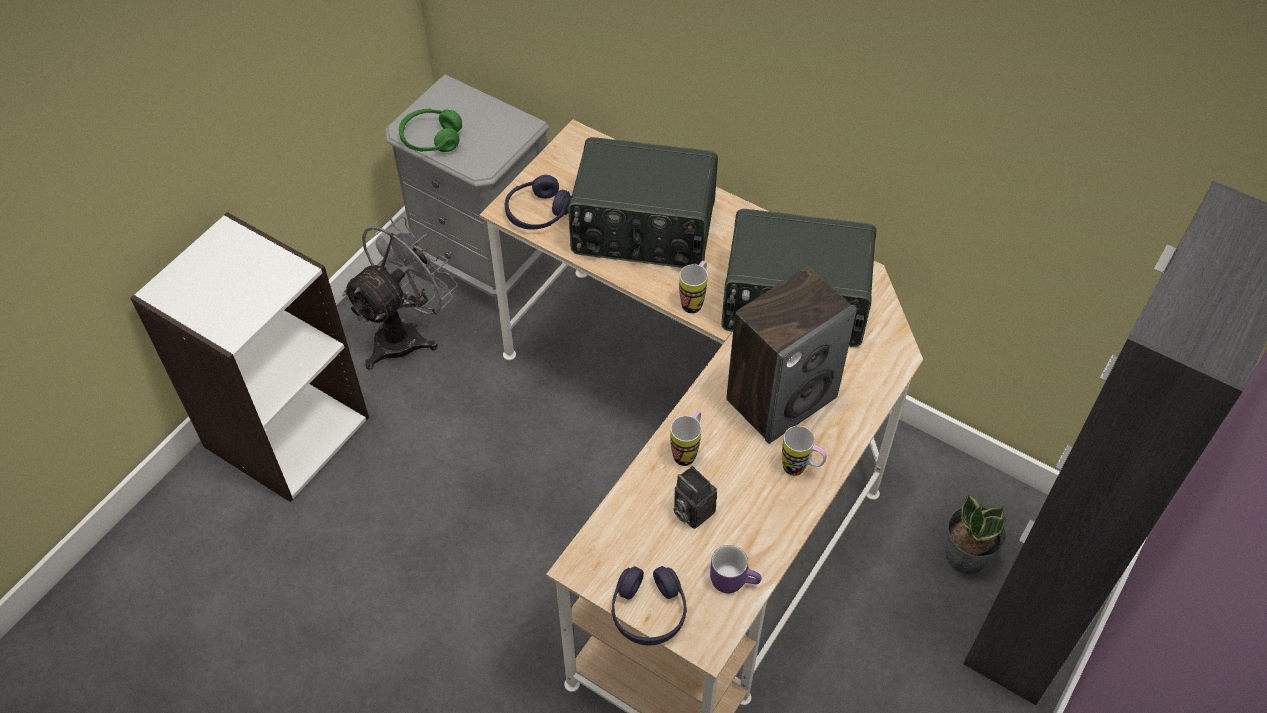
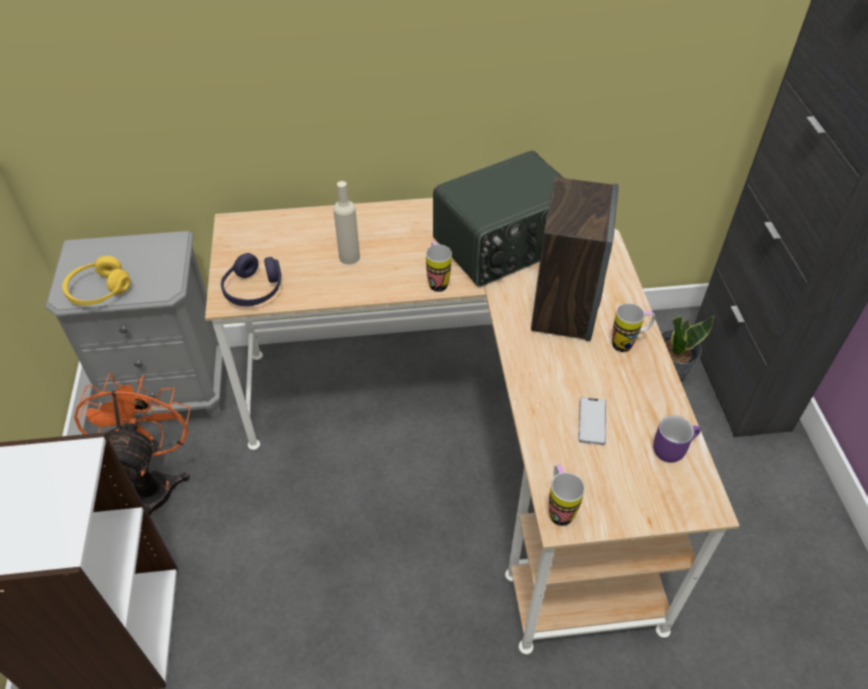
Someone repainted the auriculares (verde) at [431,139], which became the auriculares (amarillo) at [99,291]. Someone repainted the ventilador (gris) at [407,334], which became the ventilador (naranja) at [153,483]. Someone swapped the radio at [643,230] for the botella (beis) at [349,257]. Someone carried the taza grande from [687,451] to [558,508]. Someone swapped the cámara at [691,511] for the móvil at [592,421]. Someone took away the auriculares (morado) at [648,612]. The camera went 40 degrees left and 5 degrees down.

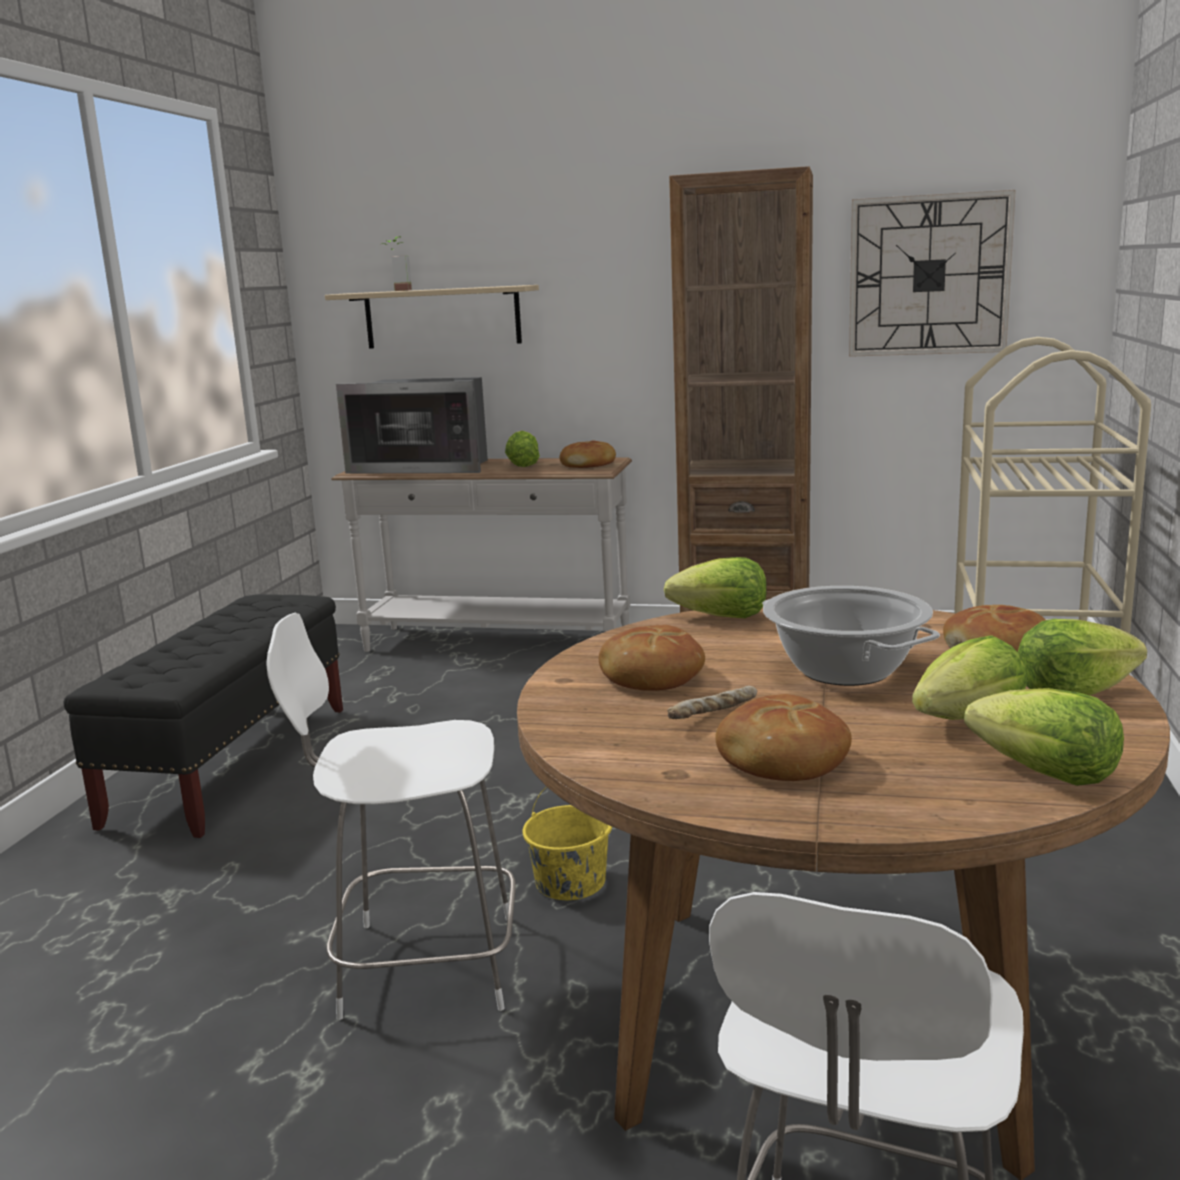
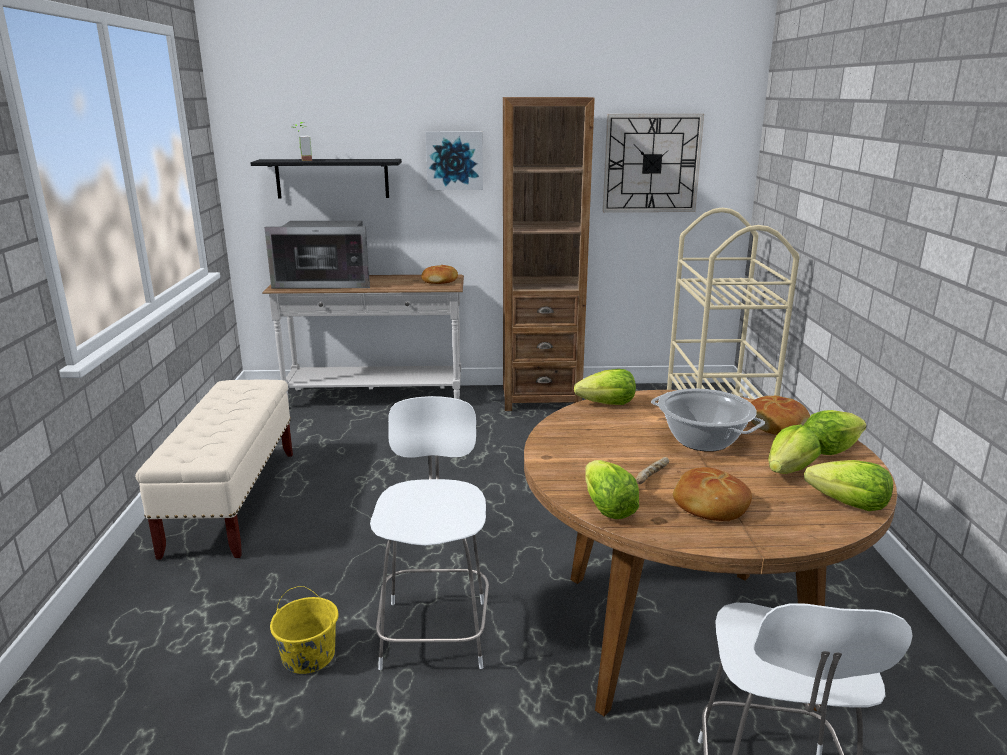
Someone repainted the banco (negro) at [232,764], which became the banco (beis) at [233,501]. Someone repainted the estante (beis) at [442,317], which became the estante (negro) at [332,178]. Someone carried the cubo (amarillo) from [570,882] to [308,656]. Someone rotated the silla (blanco) at [421,965] by 105 degrees clockwise. Someone put up the cuadro at [454,160]. Someone carried the lechuga from [523,465] to [607,508]. Someone took away the pan at [651,676]. The camera went 15 degrees left and 5 degrees up.

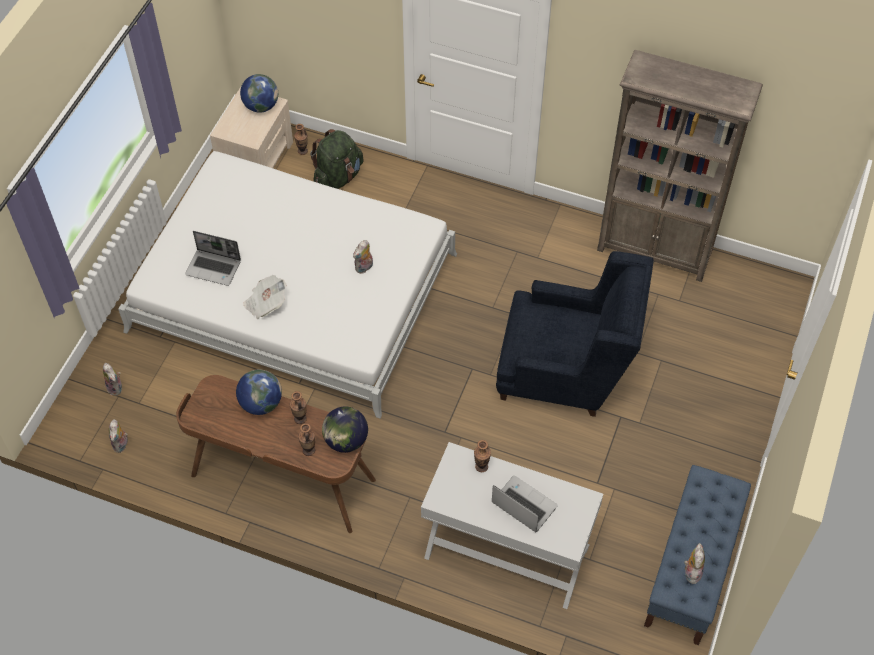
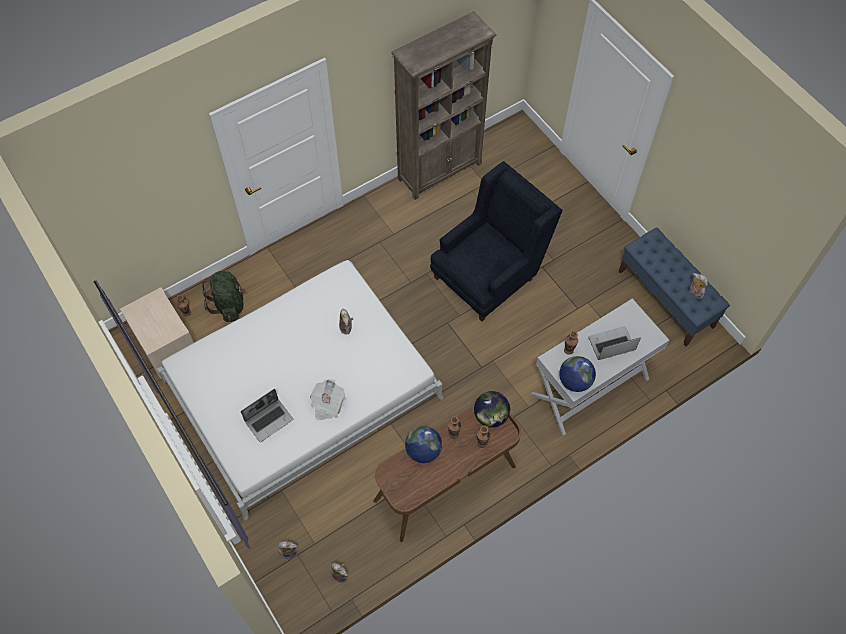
Someone carried the globo terráqueo from [261,106] to [574,381]. The camera went 55 degrees left and 5 degrees up.

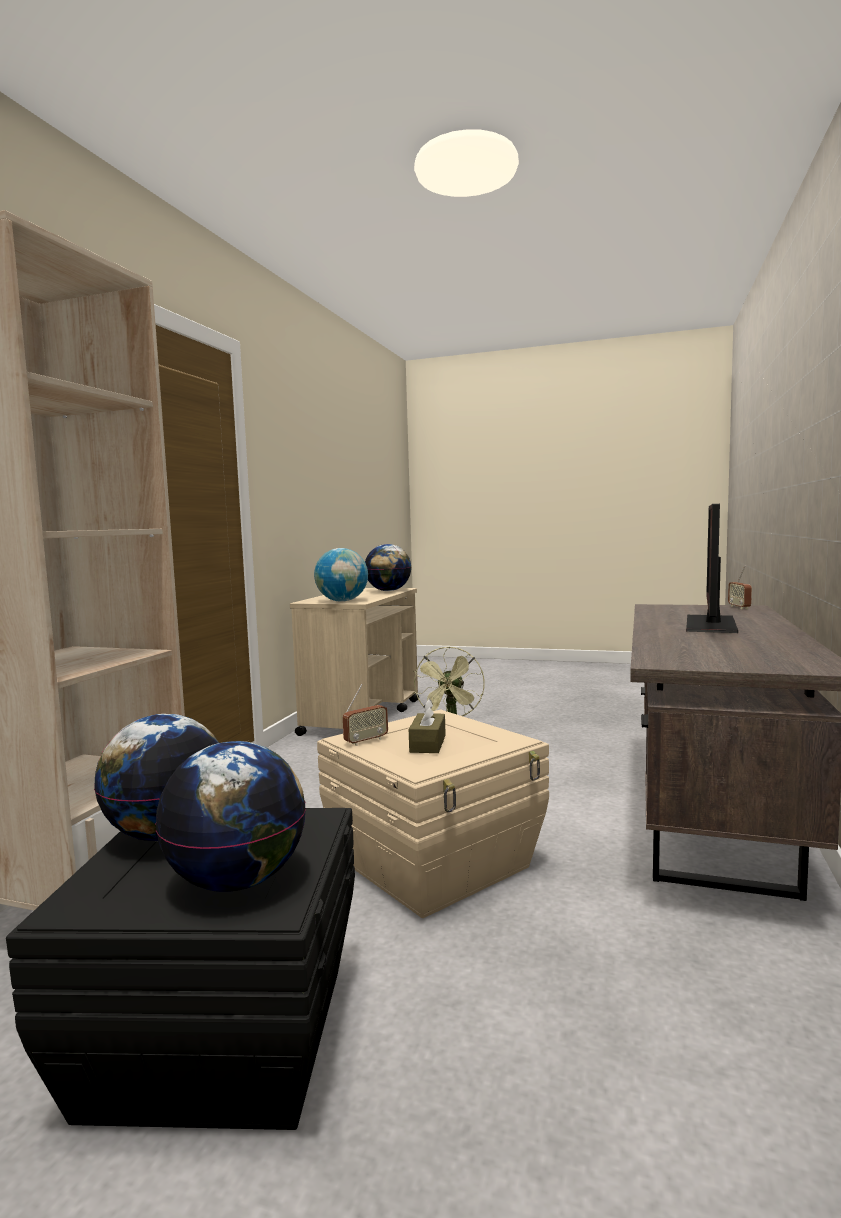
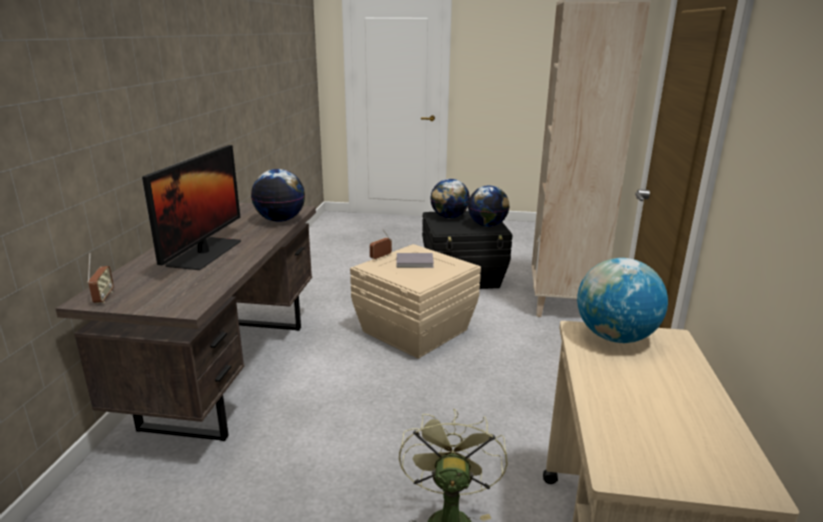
Someone carried the globo terráqueo from [388,591] to [280,220]. Someone carried the radio from [366,741] to [381,257]. Someone swapped the caja de pañuelos (marrón) at [428,744] for the libro (gris) at [415,262]. The camera went 170 degrees right and 15 degrees up.

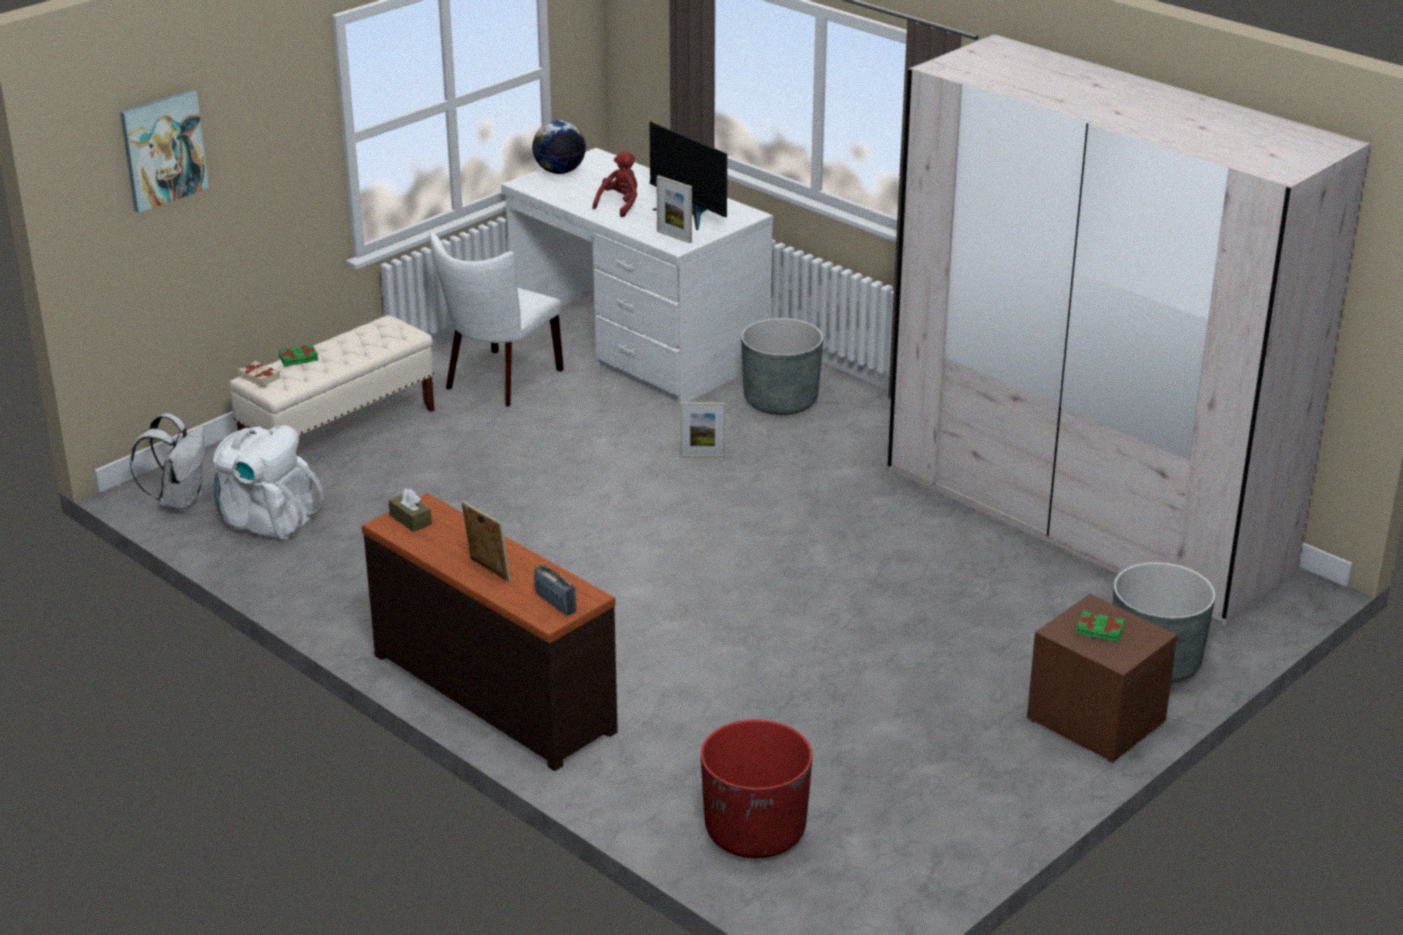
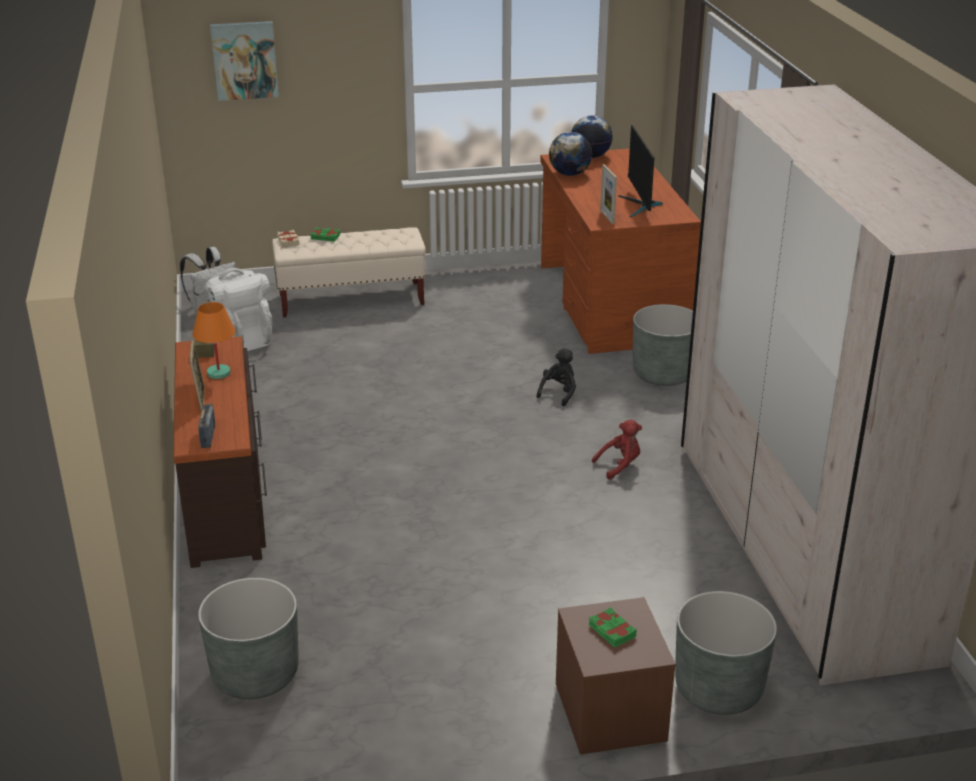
Someone put down the lámpara de mesa (naranja) at [219,373]. Someone repainted the maceta (rojo) at [755,831], which became the maceta (gris) at [255,674]. Someone swapped the portarretratos at [702,456] for the peluche (negro) at [559,393]. Someone repainted the escritorio (blanco) at [638,344], which became the escritorio (marrón) at [610,304]. Someone put down the globo terráqueo at [569,174]. Someone carried the peluche (rojo) from [620,205] to [620,465]. Someone took away the silla (blanco) at [499,381]. The camera went 35 degrees right and 0 degrees up.

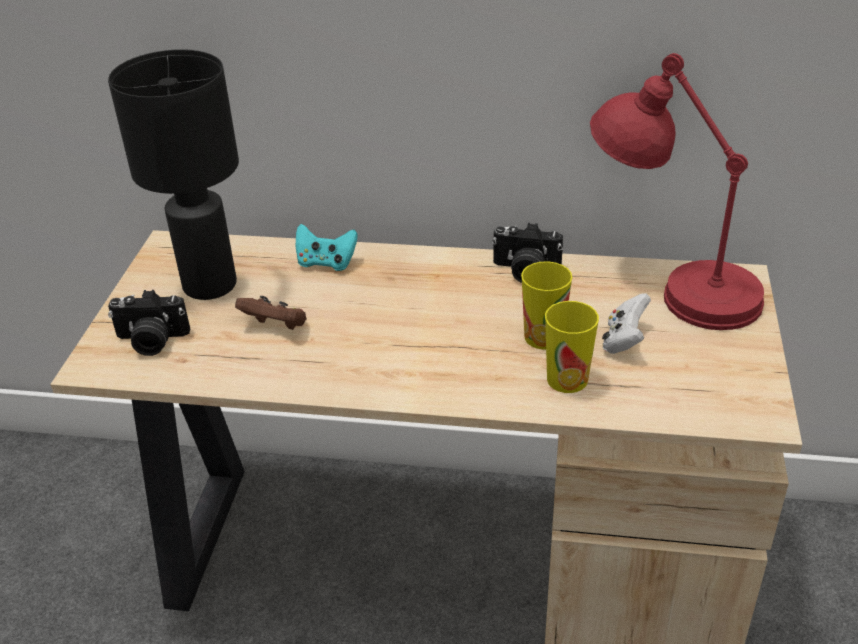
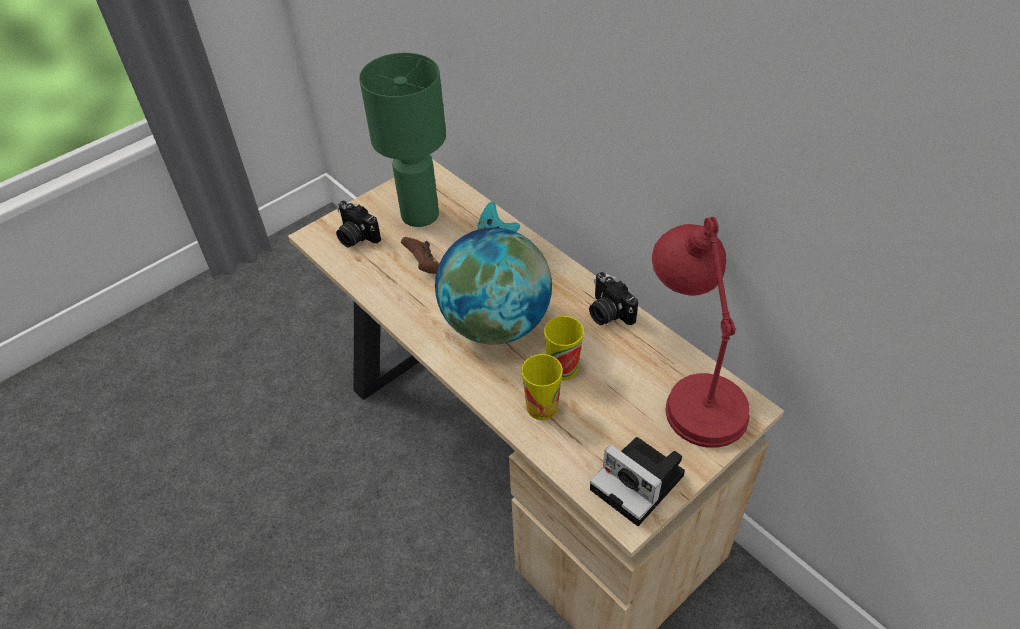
Someone repainted the lámpara de mesa (negro) at [211,285], which became the lámpara de mesa (verde) at [420,216]. Someone put down the globo terráqueo at [496,324]. Someone put down the cámara at [640,483]. Someone took away the mando de consola (blanco) at [624,341]. The camera went 40 degrees right and 10 degrees up.

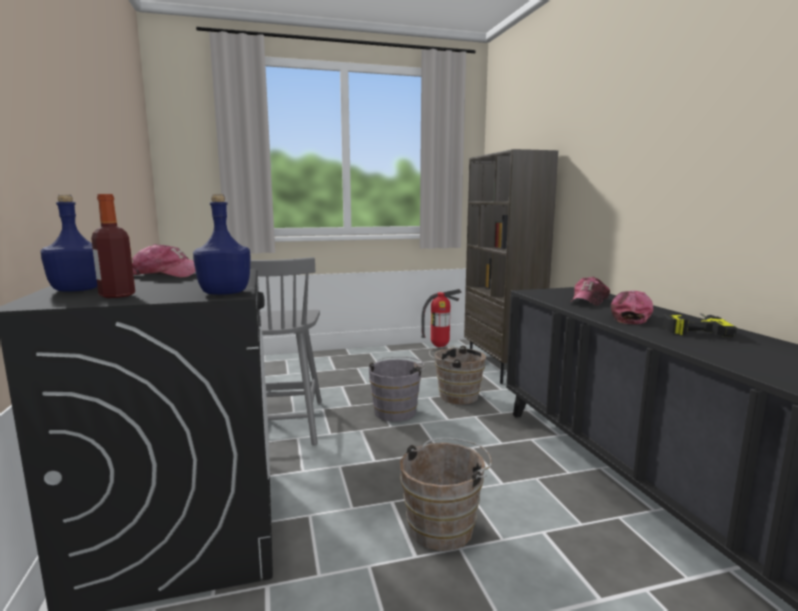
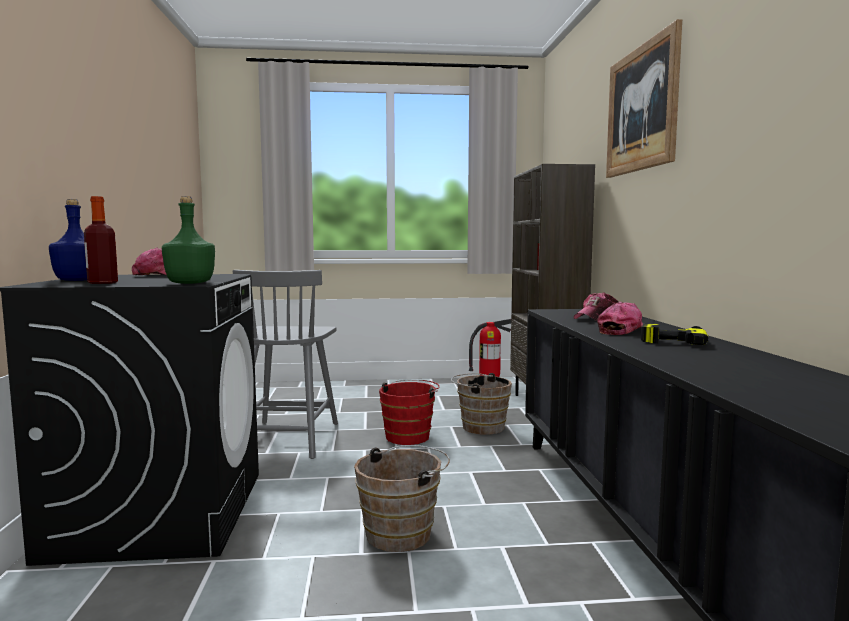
Someone repainted the botella (azul) at [224,293], which became the botella (verde) at [189,283]. Someone repainted the cubo (gris) at [396,411], which became the cubo (rojo) at [410,436]. Someone put up the cuadro at [641,109]. The camera went 10 degrees right and 5 degrees down.

